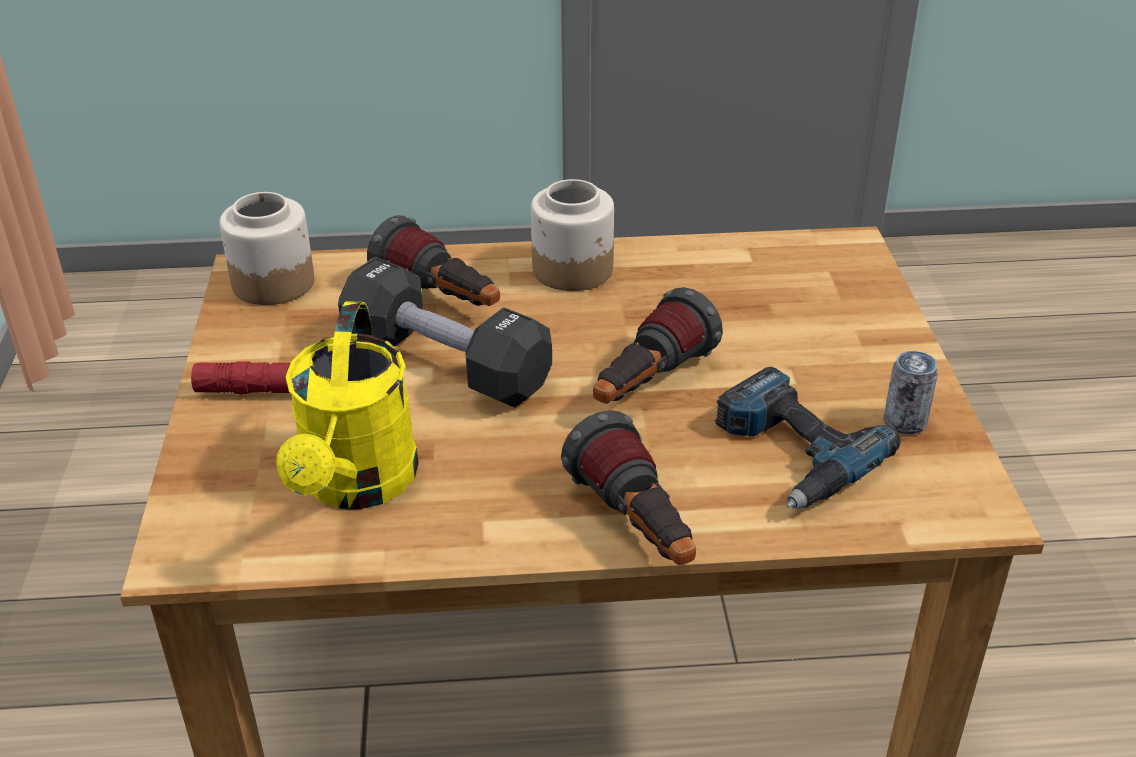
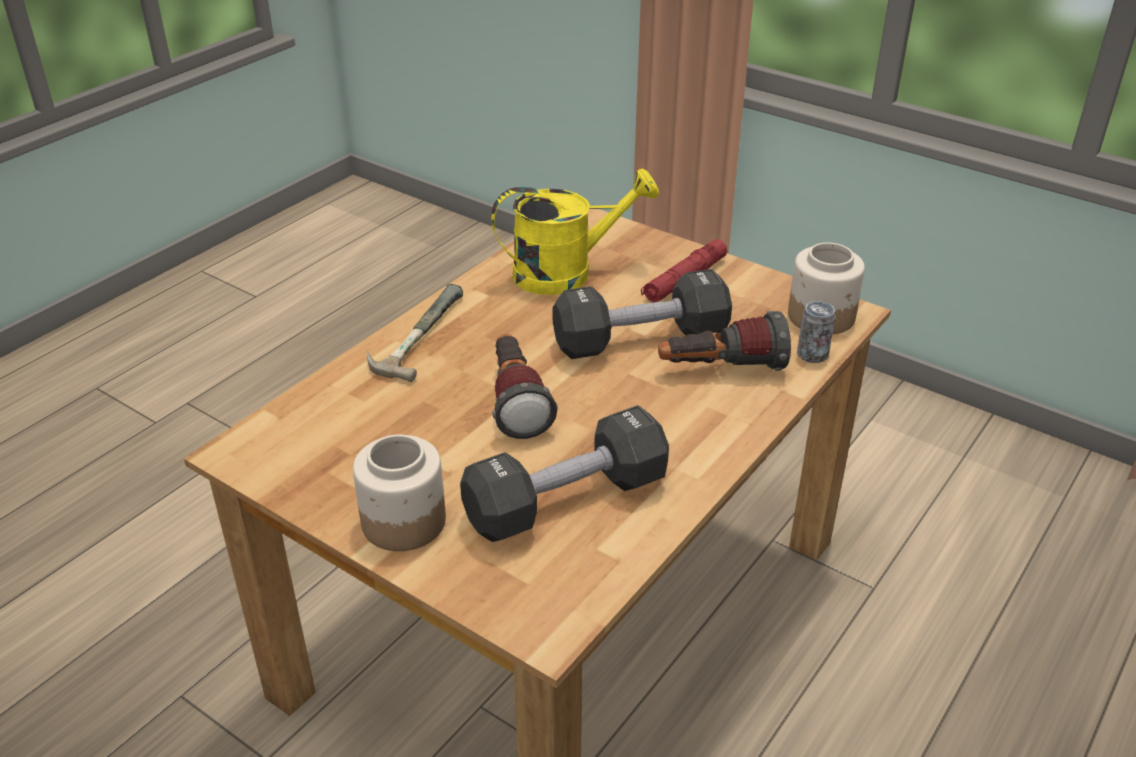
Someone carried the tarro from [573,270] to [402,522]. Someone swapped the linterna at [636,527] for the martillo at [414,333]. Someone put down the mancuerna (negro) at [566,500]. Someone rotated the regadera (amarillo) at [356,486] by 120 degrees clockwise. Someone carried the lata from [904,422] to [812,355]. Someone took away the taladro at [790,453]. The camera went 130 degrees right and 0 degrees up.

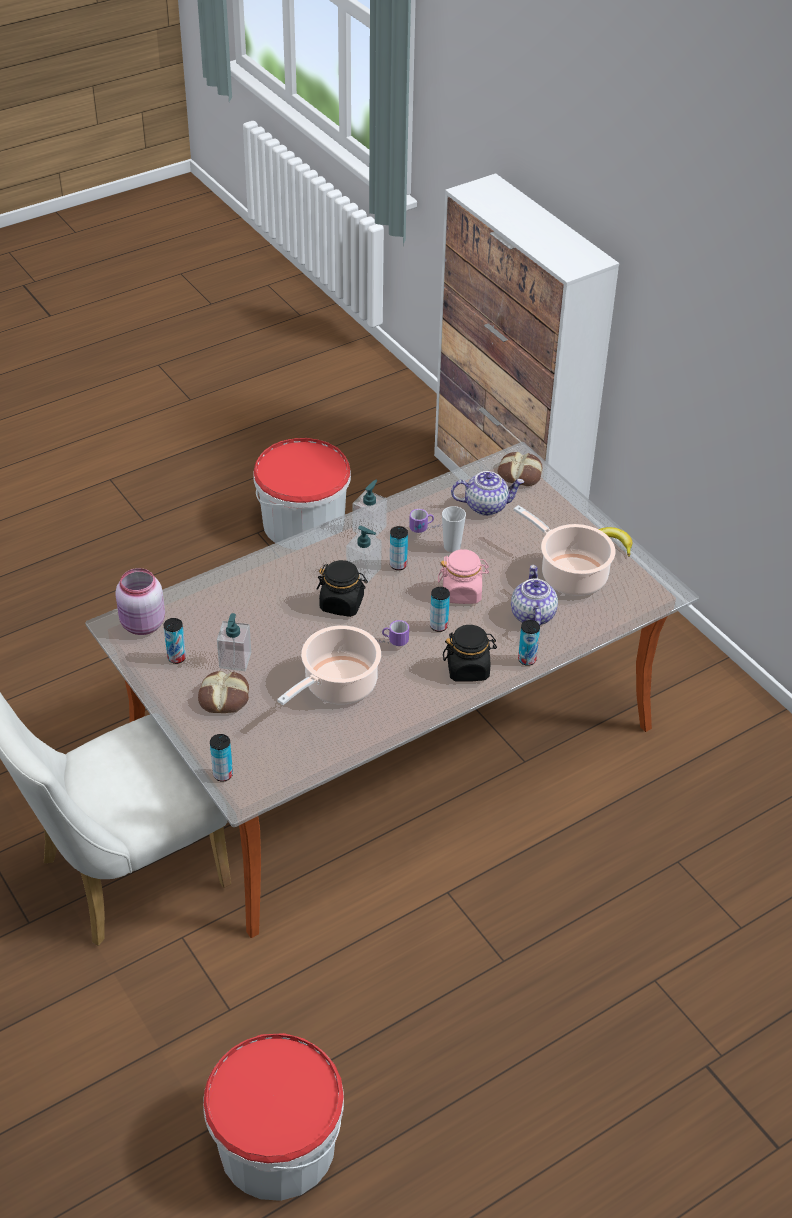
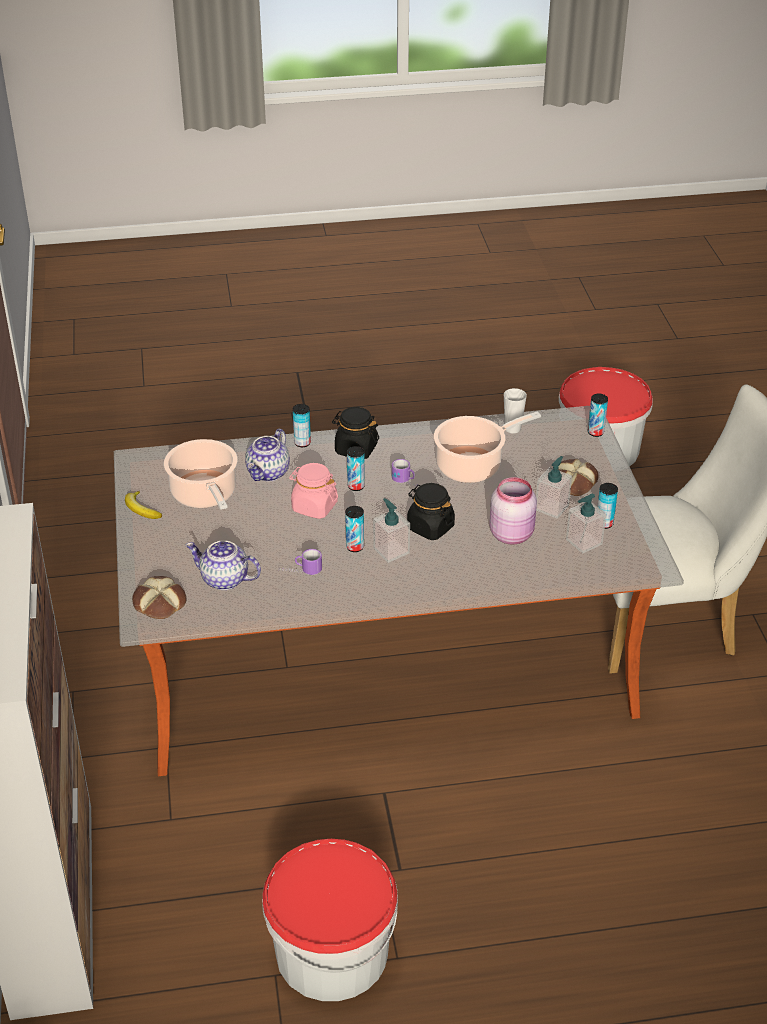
Someone carried the tarro (rosa) from [142,625] to [512,534]. Someone carried the taza from [452,547] to [512,429]. Someone carried the dispensador de jabón from [369,528] to [584,542]. The camera went 155 degrees left and 5 degrees down.

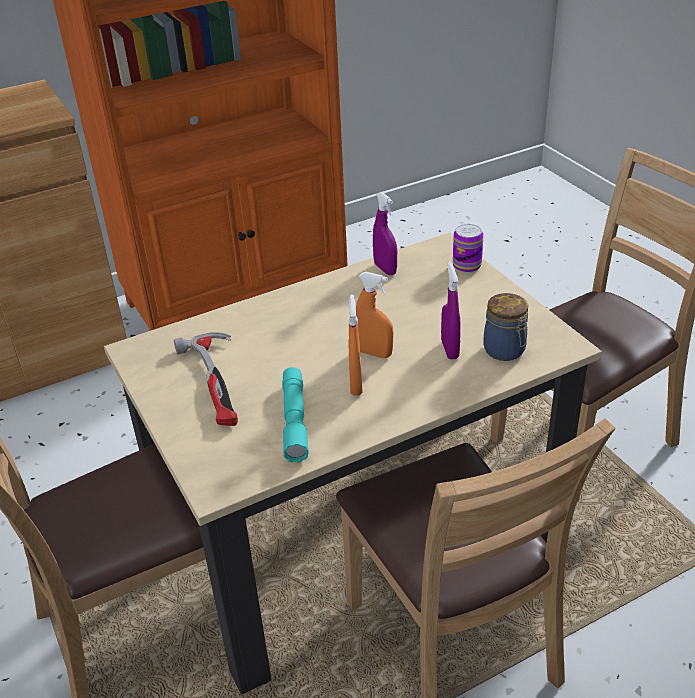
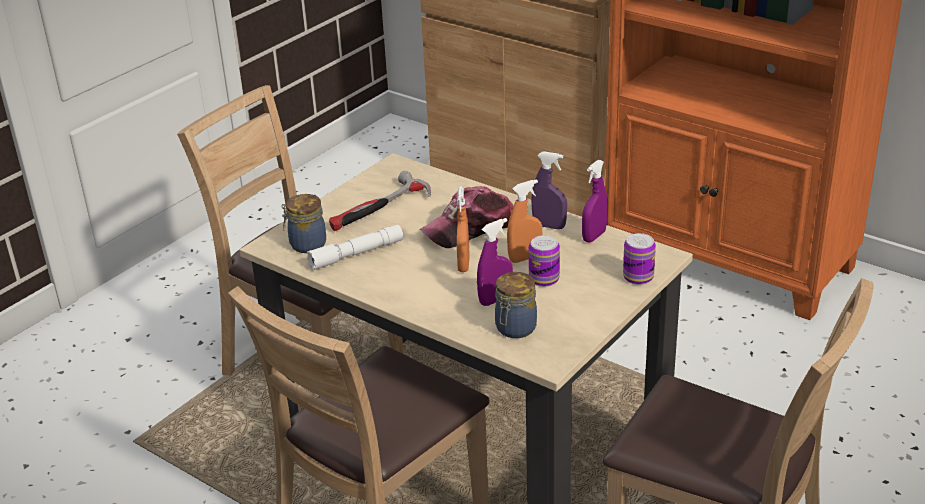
Someone put down the tarro at [306,244]. Someone repainted the linterna (turquesa) at [294,420], which became the linterna (blanco) at [356,254]. Someone put down the gorra at [471,228]. Someone carried the pulverizador (naranja) from [356,384] to [525,258]. Someone put down the lata at [544,279]. Someone put down the pulverizador (morado) at [549,226]. The camera went 65 degrees right and 5 degrees down.

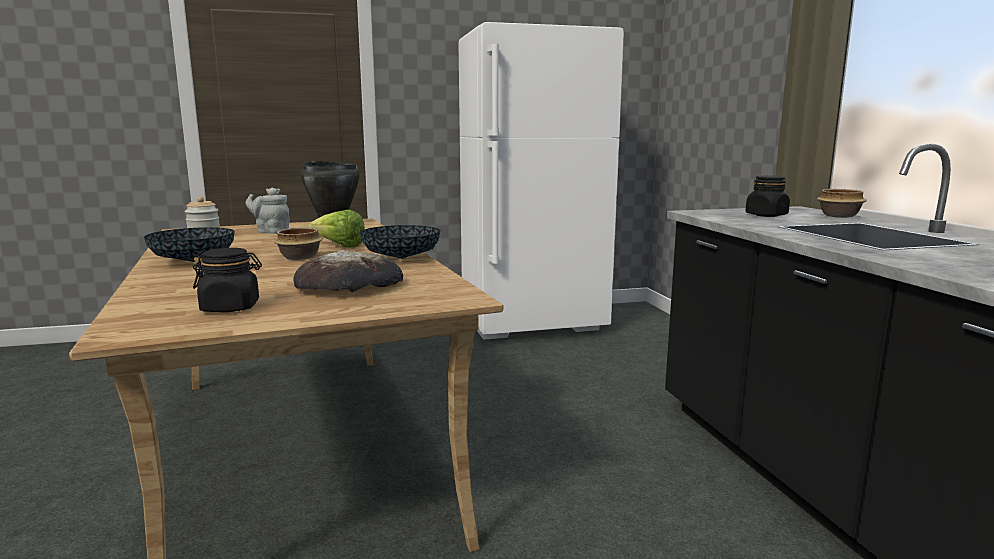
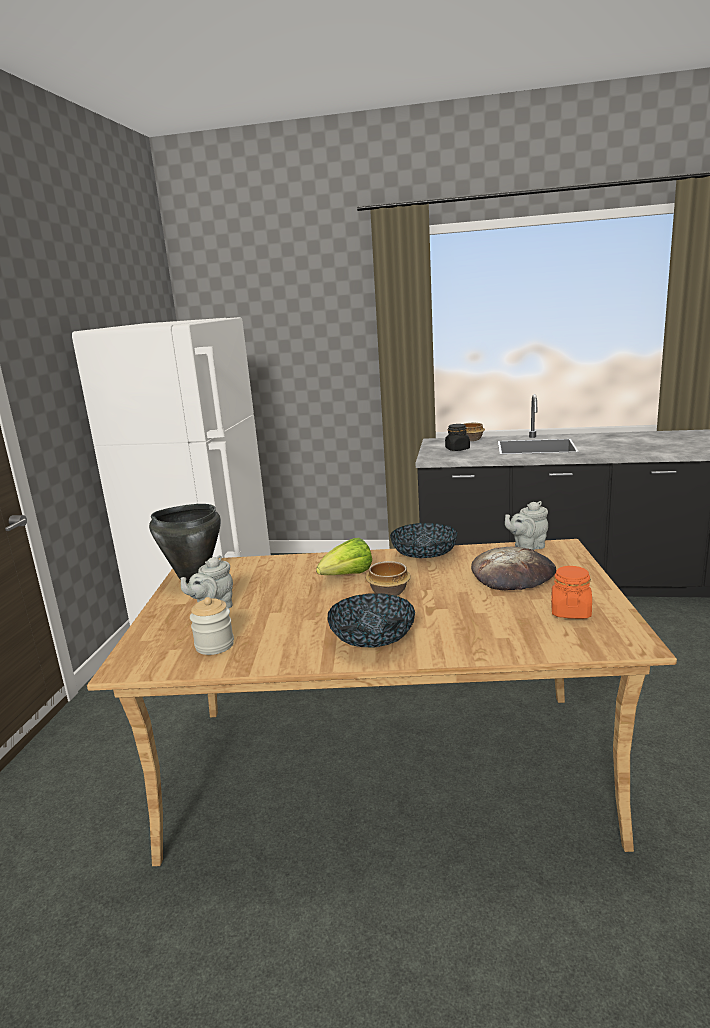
Someone put down the tetera (gris) at [527,547]. Someone repainted the tarro (negro) at [231,308], which became the tarro (naranja) at [570,611]. The camera went 65 degrees left and 5 degrees up.

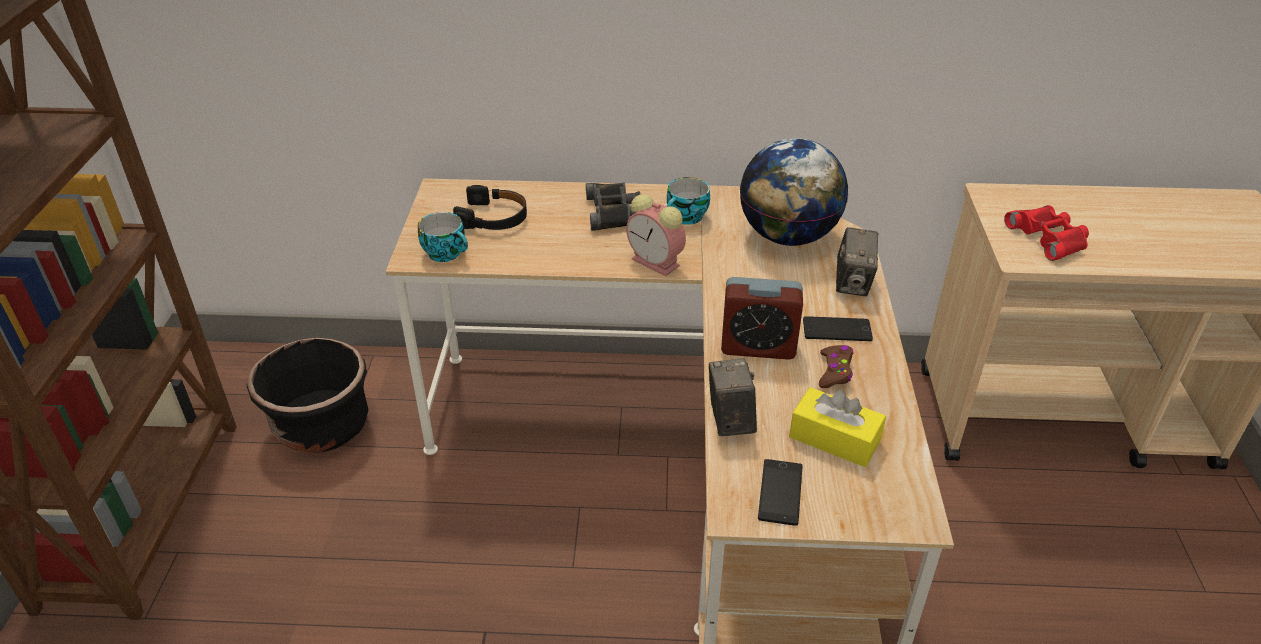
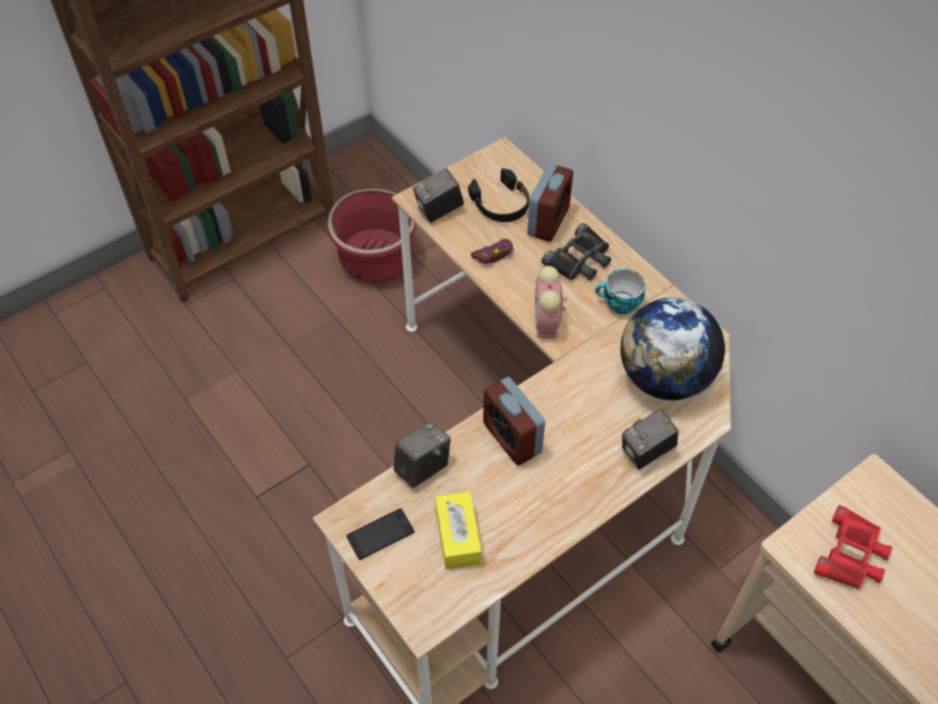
Someone repainted the maceta (negro) at [321,426], which became the maceta (rojo) at [375,259]. Someone swapped the taza at [447,253] for the cámara at [439,211]. Someone carried the mando de consola (marrón) from [835,371] to [493,255]. Someone put down the despertador at [548,221]. Someone took away the móvil at [837,330]. The camera went 50 degrees right and 15 degrees up.

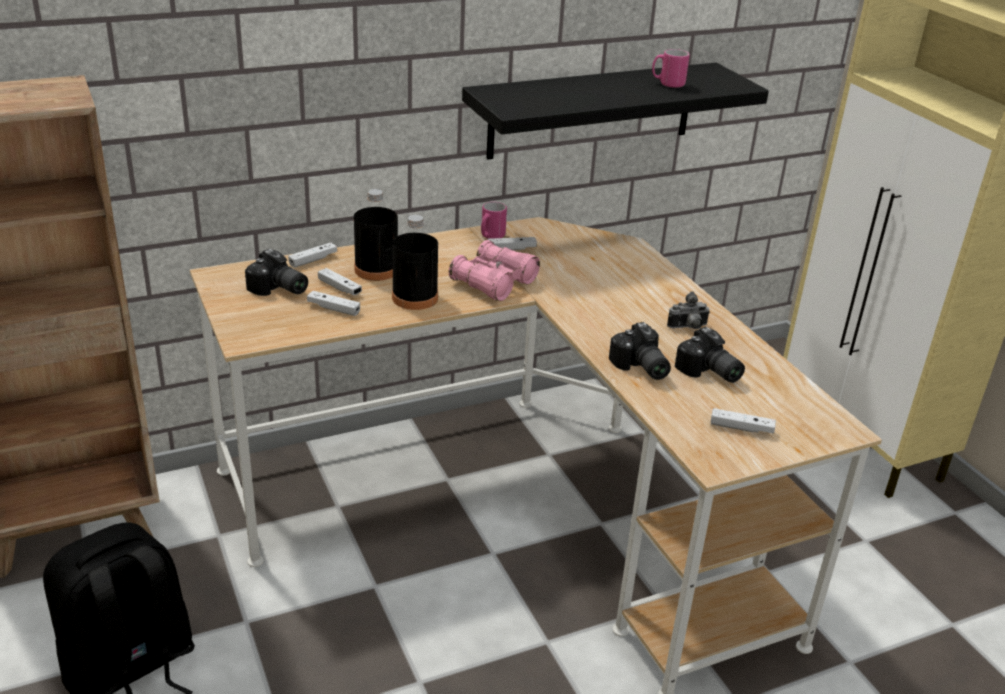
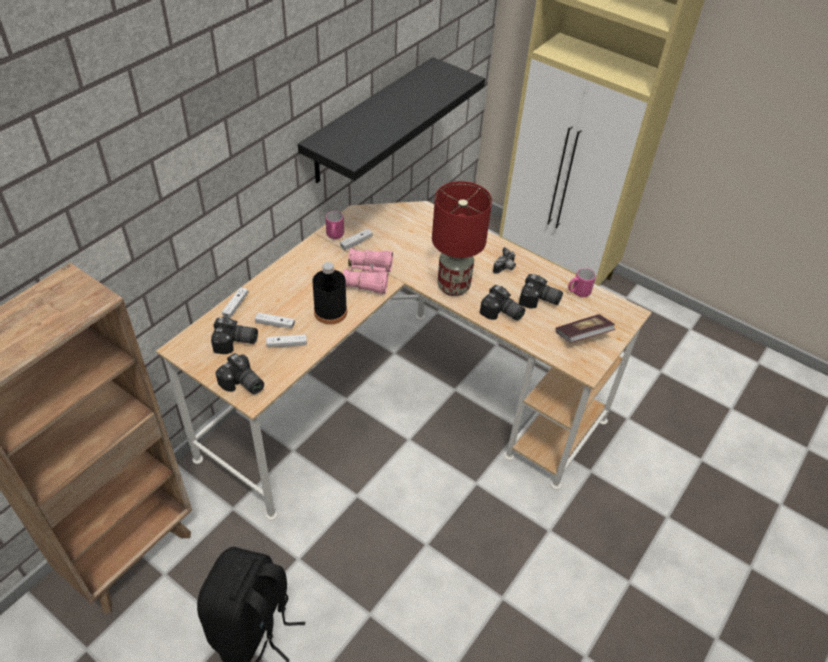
Someone put down the cámara at [242,384]. Someone put down the lámpara de mesa (rojo) at [453,287]. Someone swapped the mando de consola (blanco) at [741,428] for the libro at [582,336]. Someone carried the taza grande (rosa) from [667,84] to [578,292]. Someone took away the botella (negro) at [376,270]. The camera went 30 degrees left and 15 degrees up.

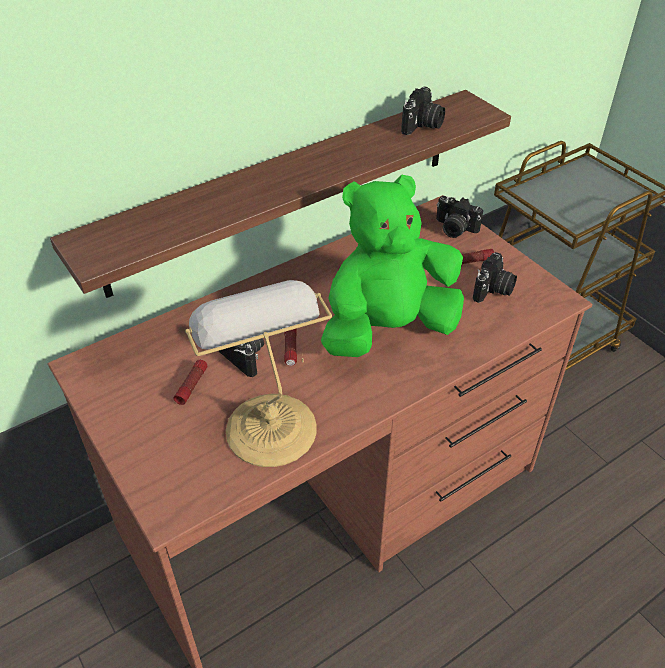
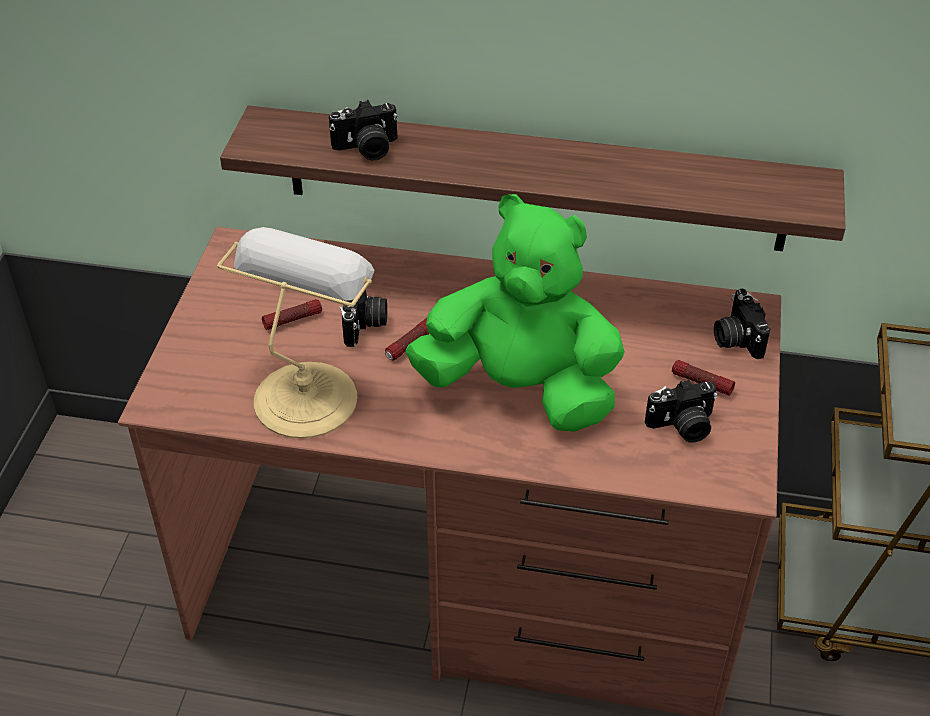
Someone carried the cámara from [422,125] to [367,149]. The camera went 45 degrees right and 0 degrees up.

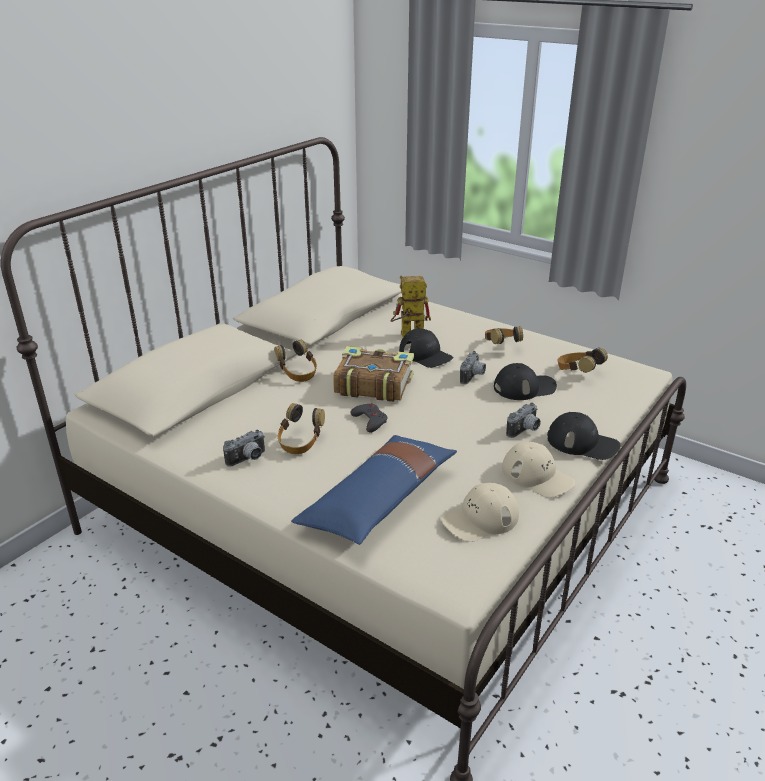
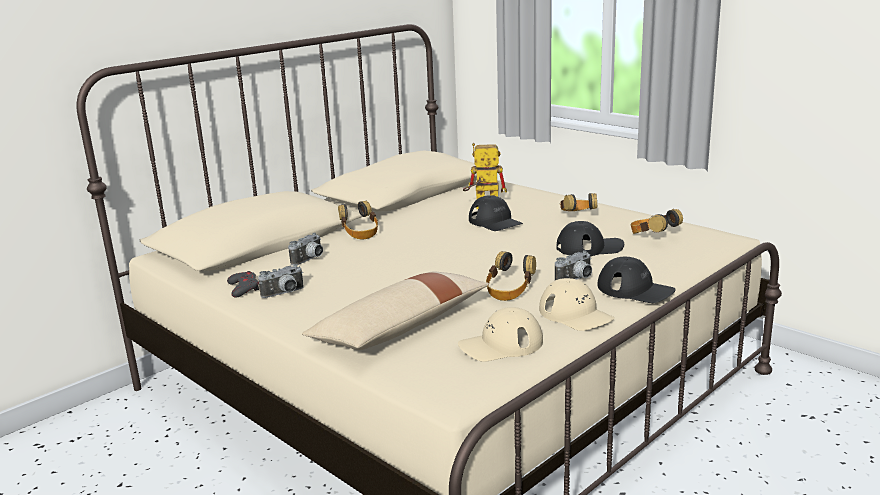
Someone carried the mando de consola (gris) from [370,420] to [243,288]. Someone carried the cámara from [473,377] to [310,260]. Someone repainted the cojín (azul) at [378,500], which became the cojín (beis) at [400,327]. Someone carried the auriculares from [300,442] to [509,292]. Someone took away the libro at [372,384]. The camera went 10 degrees right and 10 degrees down.

